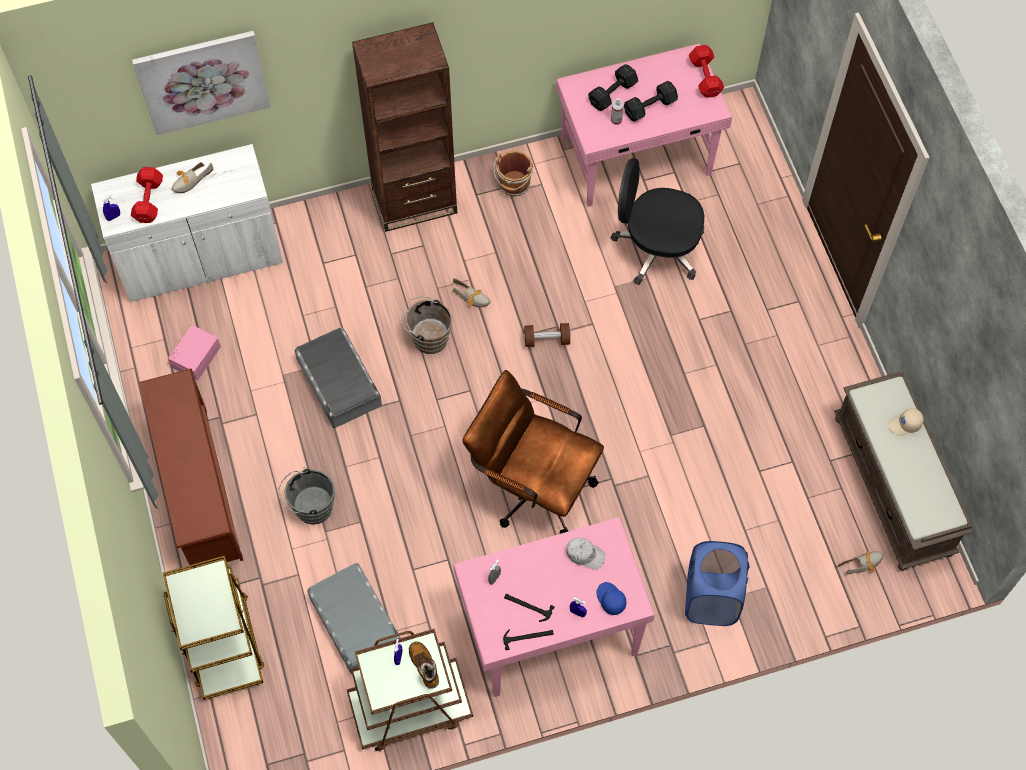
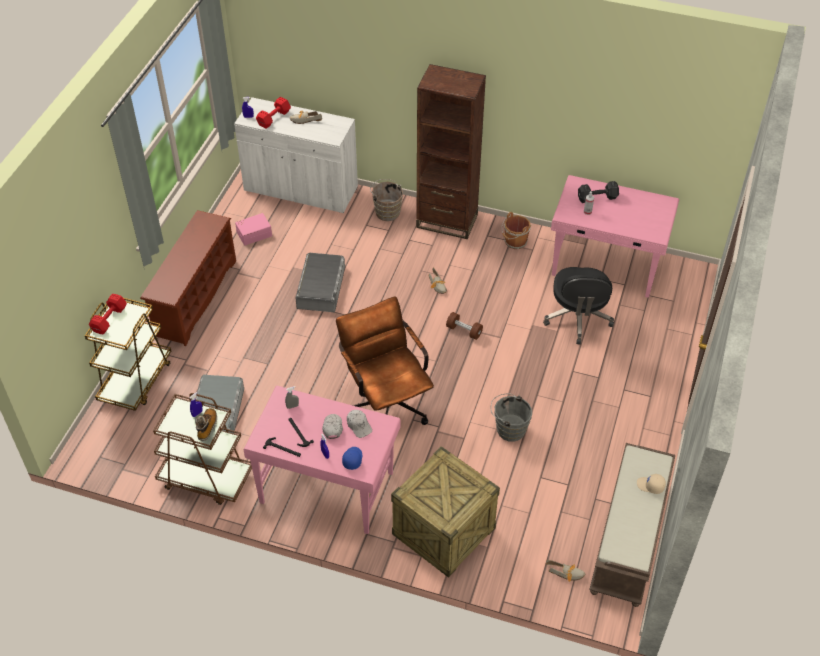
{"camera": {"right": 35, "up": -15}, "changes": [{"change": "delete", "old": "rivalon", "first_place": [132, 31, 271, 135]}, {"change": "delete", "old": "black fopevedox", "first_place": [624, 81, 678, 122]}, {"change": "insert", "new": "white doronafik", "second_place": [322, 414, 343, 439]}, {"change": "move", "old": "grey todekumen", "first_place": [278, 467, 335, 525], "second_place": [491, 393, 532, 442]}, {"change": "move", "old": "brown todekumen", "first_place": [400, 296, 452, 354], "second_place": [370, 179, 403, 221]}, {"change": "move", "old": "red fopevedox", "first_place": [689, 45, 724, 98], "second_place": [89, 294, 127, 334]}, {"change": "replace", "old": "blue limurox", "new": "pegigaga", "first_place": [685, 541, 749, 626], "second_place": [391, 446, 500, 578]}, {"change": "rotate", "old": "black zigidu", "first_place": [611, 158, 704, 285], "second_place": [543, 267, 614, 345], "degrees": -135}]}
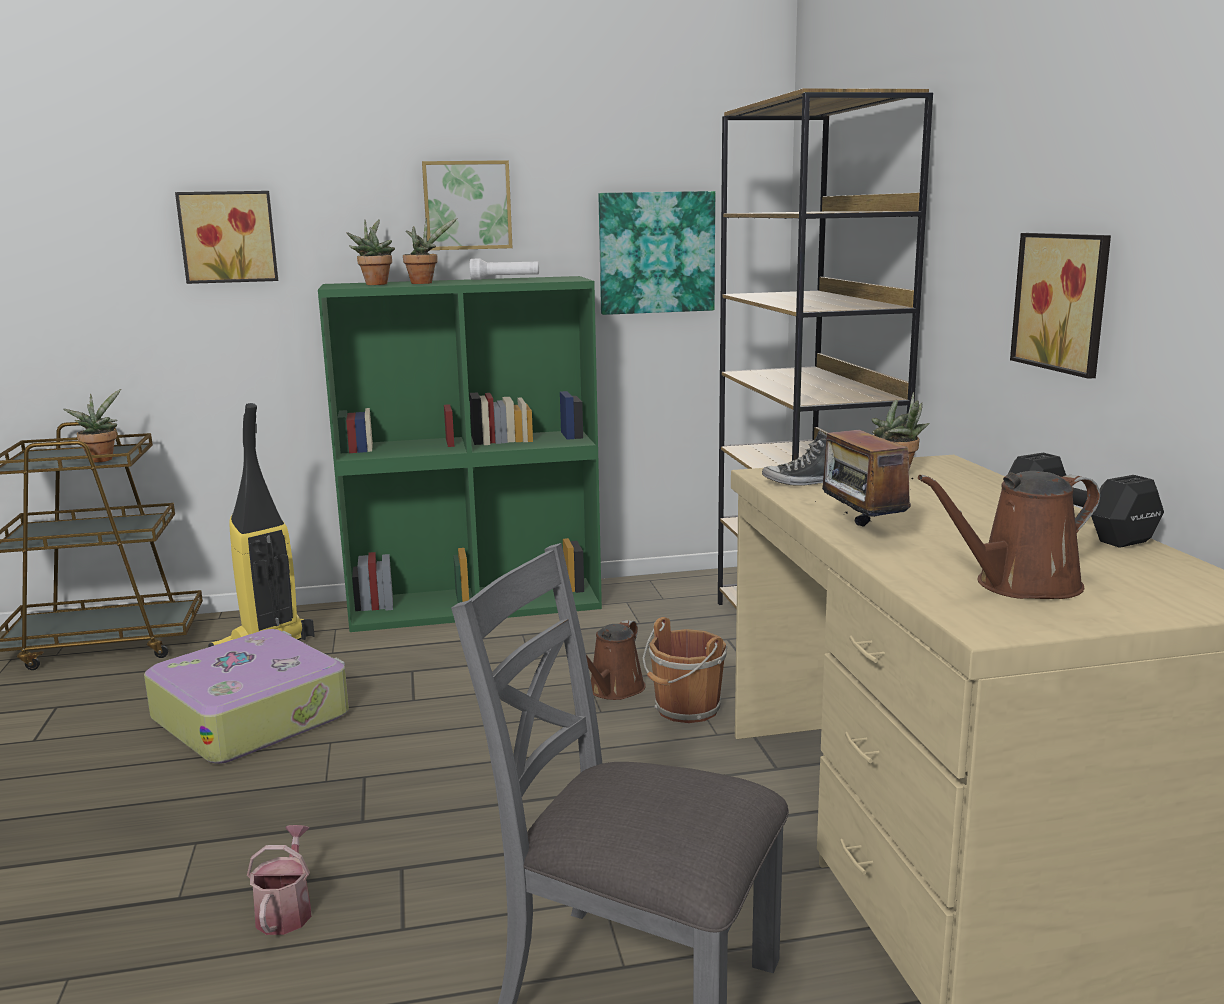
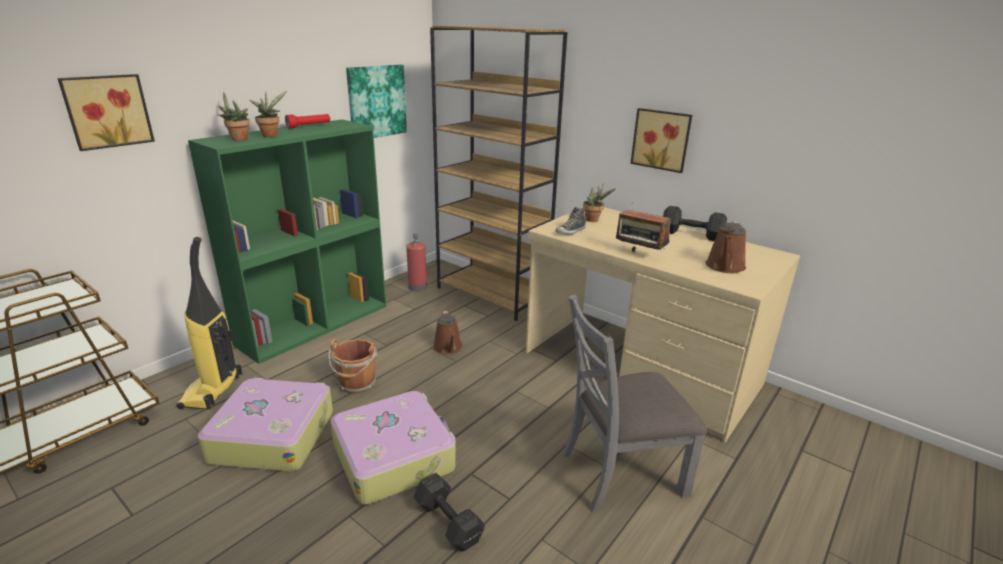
{"camera": {"right": -40, "up": 10}, "changes": [{"change": "delete", "old": "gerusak", "first_place": [63, 389, 121, 463]}, {"change": "delete", "old": "rivalon", "first_place": [422, 160, 512, 250]}, {"change": "insert", "new": "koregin", "second_place": [330, 391, 456, 505]}, {"change": "insert", "new": "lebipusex", "second_place": [406, 234, 427, 292]}, {"change": "move", "old": "brown todekumen", "first_place": [642, 617, 727, 723], "second_place": [329, 339, 377, 394]}, {"change": "replace", "old": "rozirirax", "new": "black fopevedox", "first_place": [247, 825, 311, 935], "second_place": [414, 473, 485, 551]}, {"change": "recolor", "old": "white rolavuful", "new": "red rolavuful", "first_place": [470, 259, 539, 280], "second_place": [285, 114, 330, 129]}]}
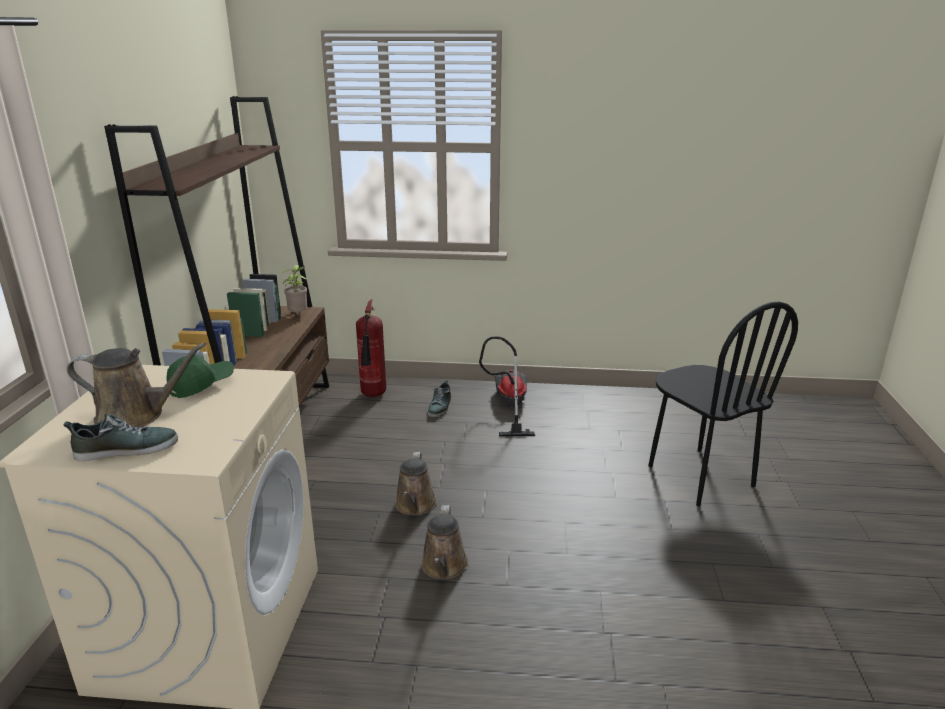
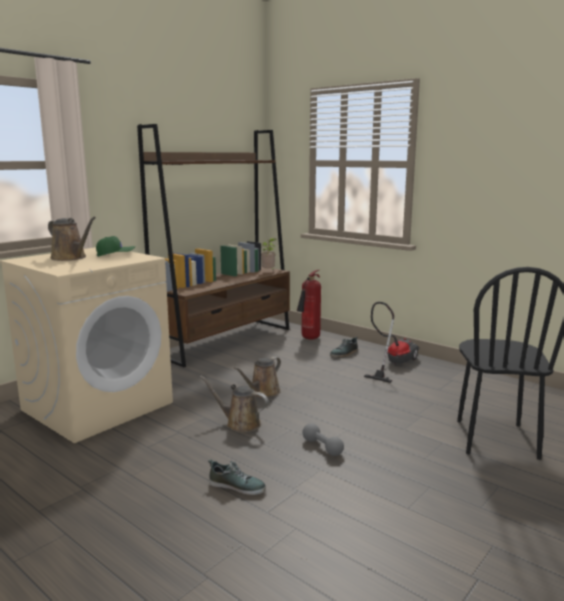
{"camera": {"right": 35, "up": -10}, "changes": [{"change": "insert", "new": "grey fopevedox", "second_place": [302, 423, 344, 456]}, {"change": "move", "old": "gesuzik", "first_place": [63, 413, 178, 461], "second_place": [208, 459, 266, 495]}, {"change": "rotate", "old": "brown rozirirax", "first_place": [421, 505, 468, 580], "second_place": [200, 376, 269, 432], "degrees": 75}]}
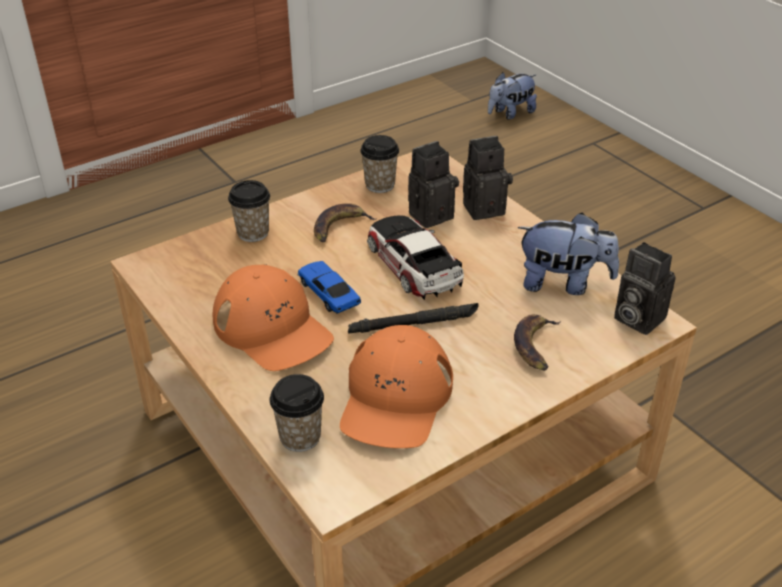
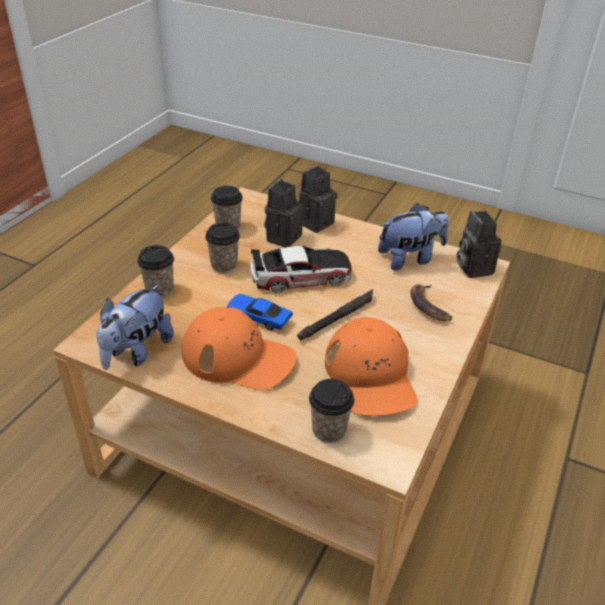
{"camera": {"right": -30, "up": 0}, "changes": [{"change": "move", "old": "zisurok", "first_place": [488, 72, 537, 120], "second_place": [96, 284, 174, 370]}, {"change": "replace", "old": "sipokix", "new": "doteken", "first_place": [314, 203, 377, 242], "second_place": [205, 222, 240, 273]}, {"change": "rotate", "old": "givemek", "first_place": [367, 215, 464, 300], "second_place": [250, 245, 352, 293], "degrees": 135}, {"change": "rotate", "old": "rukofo", "first_place": [614, 242, 676, 335], "second_place": [456, 210, 502, 278], "degrees": 60}]}
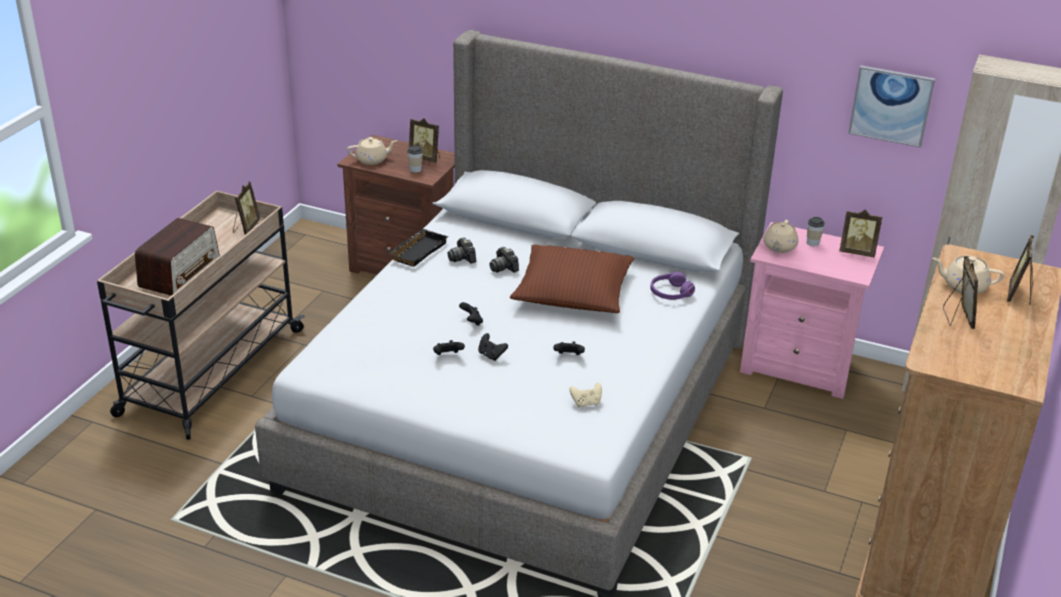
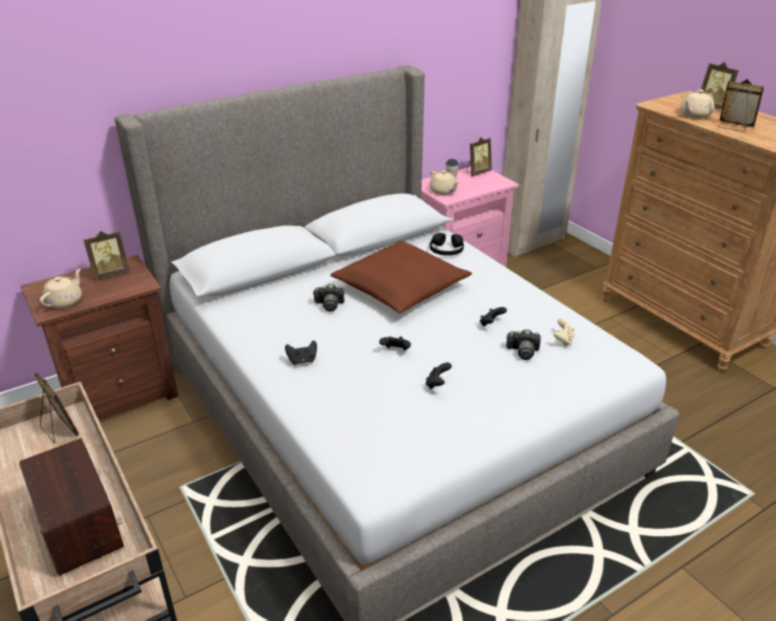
{"camera": {"right": -55, "up": 0}, "changes": [{"change": "delete", "old": "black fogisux", "first_place": [389, 229, 448, 267]}, {"change": "delete", "old": "doteken", "first_place": [407, 145, 423, 173]}, {"change": "delete", "old": "rivalon", "first_place": [848, 65, 935, 148]}, {"change": "move", "old": "rukofo", "first_place": [447, 237, 476, 264], "second_place": [506, 329, 541, 360]}, {"change": "move", "old": "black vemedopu", "first_place": [478, 333, 508, 361], "second_place": [285, 341, 317, 365]}, {"change": "recolor", "old": "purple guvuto", "new": "black guvuto", "first_place": [650, 272, 695, 300], "second_place": [430, 233, 464, 256]}]}
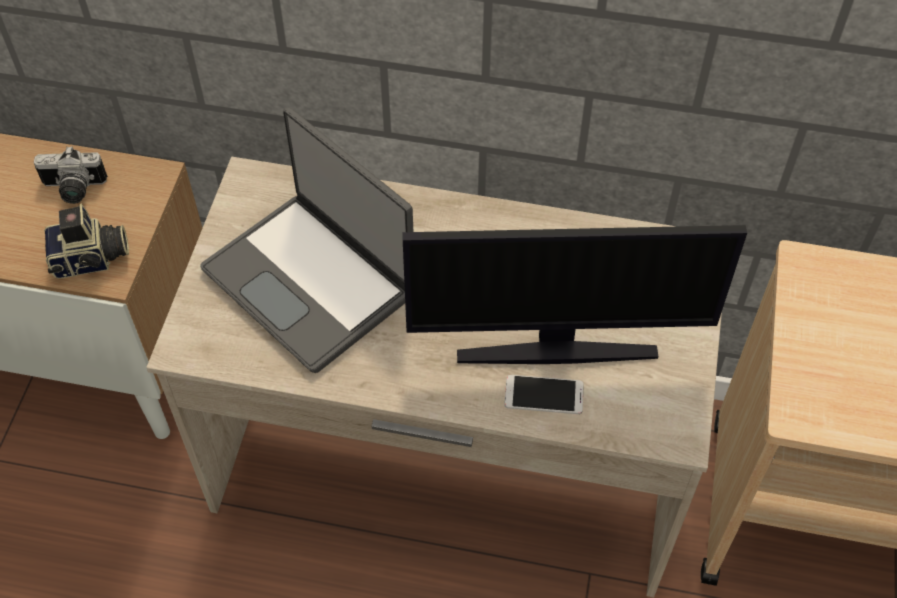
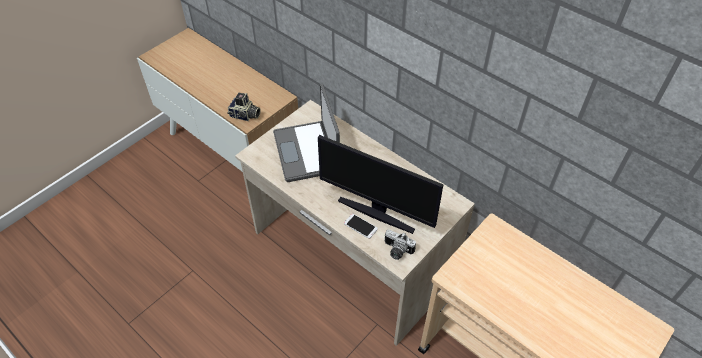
{"camera": {"right": 30, "up": -5}, "changes": [{"change": "move", "old": "rukofo", "first_place": [34, 146, 108, 204], "second_place": [385, 230, 416, 260]}]}
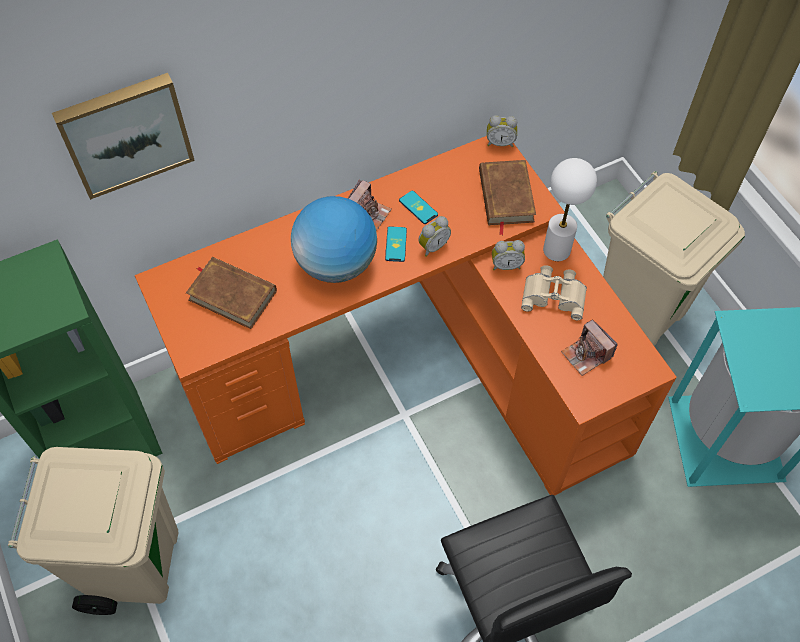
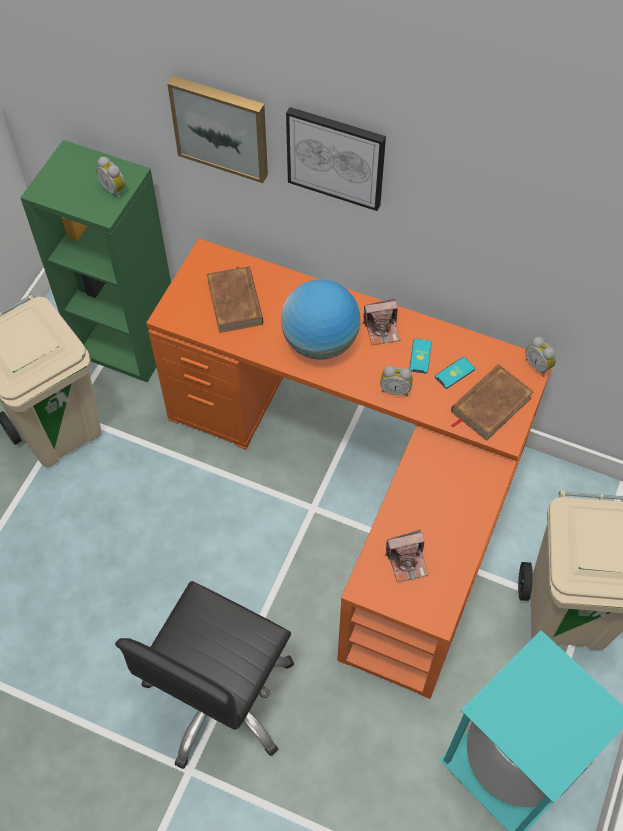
{"camera": {"right": 50, "up": 0}, "changes": [{"change": "delete", "old": "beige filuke", "first_place": [521, 265, 587, 320]}, {"change": "delete", "old": "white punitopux", "first_place": [543, 158, 597, 261]}, {"change": "insert", "new": "rivalon", "second_place": [286, 107, 386, 211]}, {"change": "move", "old": "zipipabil", "first_place": [385, 226, 407, 262], "second_place": [435, 357, 475, 389]}, {"change": "move", "old": "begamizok", "first_place": [492, 240, 525, 270], "second_place": [96, 157, 125, 199]}, {"change": "rotate", "old": "rukofo", "first_place": [561, 319, 618, 376], "second_place": [385, 530, 429, 583], "degrees": -120}]}
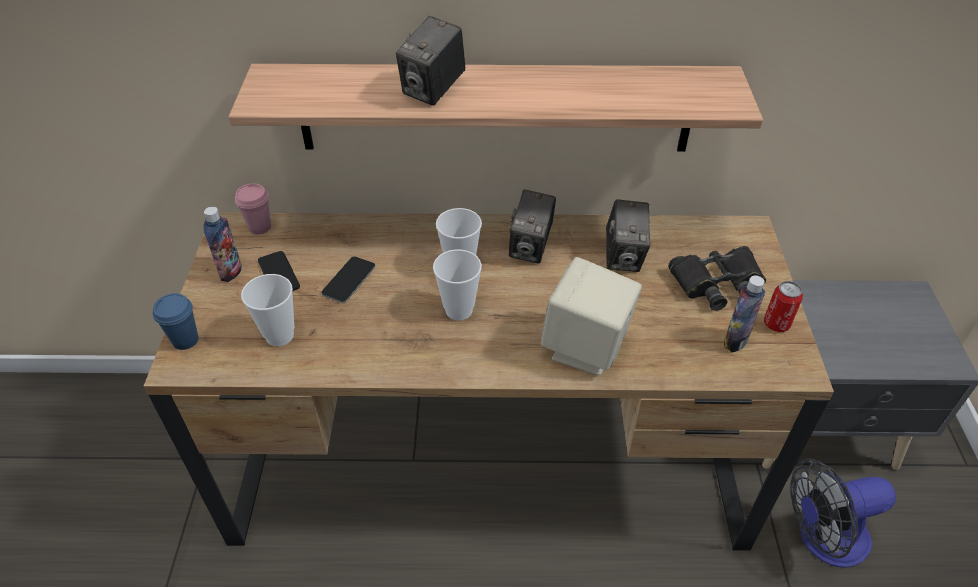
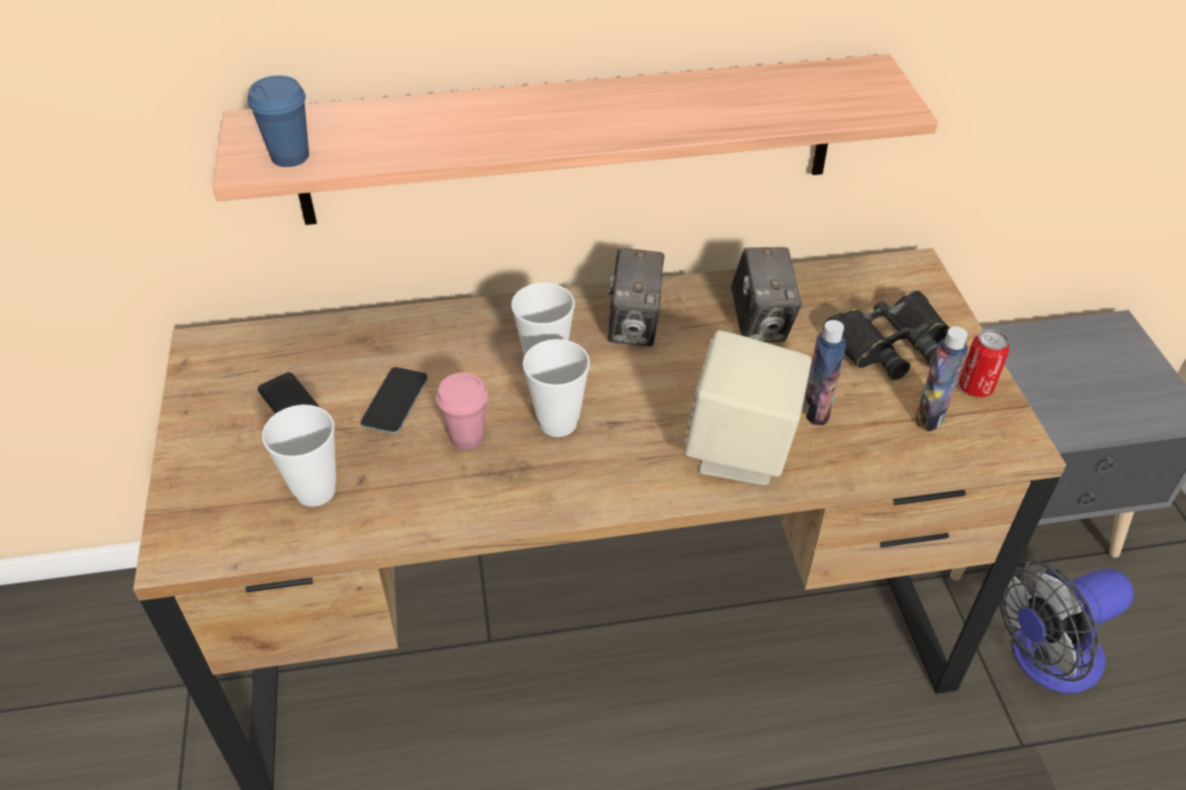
{"camera": {"right": -10, "up": 0}, "changes": [{"change": "delete", "old": "rukofo", "first_place": [396, 16, 465, 106]}, {"change": "move", "old": "blue doteken", "first_place": [153, 293, 198, 350], "second_place": [247, 75, 309, 167]}, {"change": "move", "old": "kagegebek", "first_place": [203, 207, 242, 282], "second_place": [803, 320, 846, 425]}, {"change": "move", "old": "pink doteken", "first_place": [235, 183, 271, 235], "second_place": [436, 373, 488, 449]}]}
